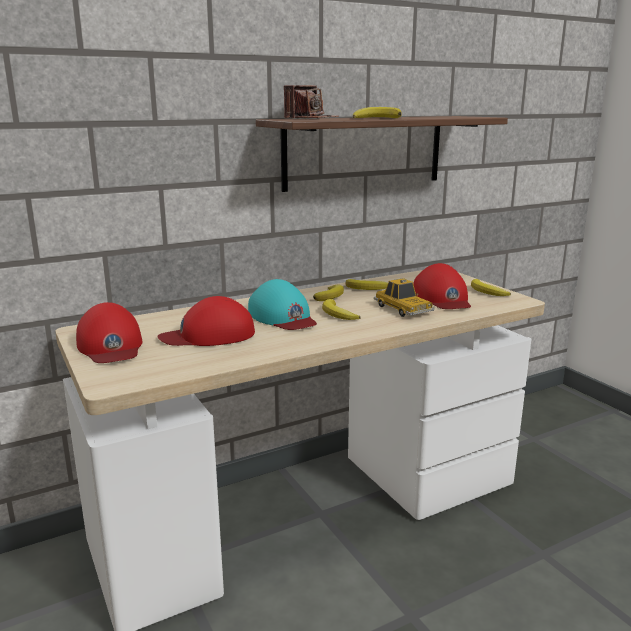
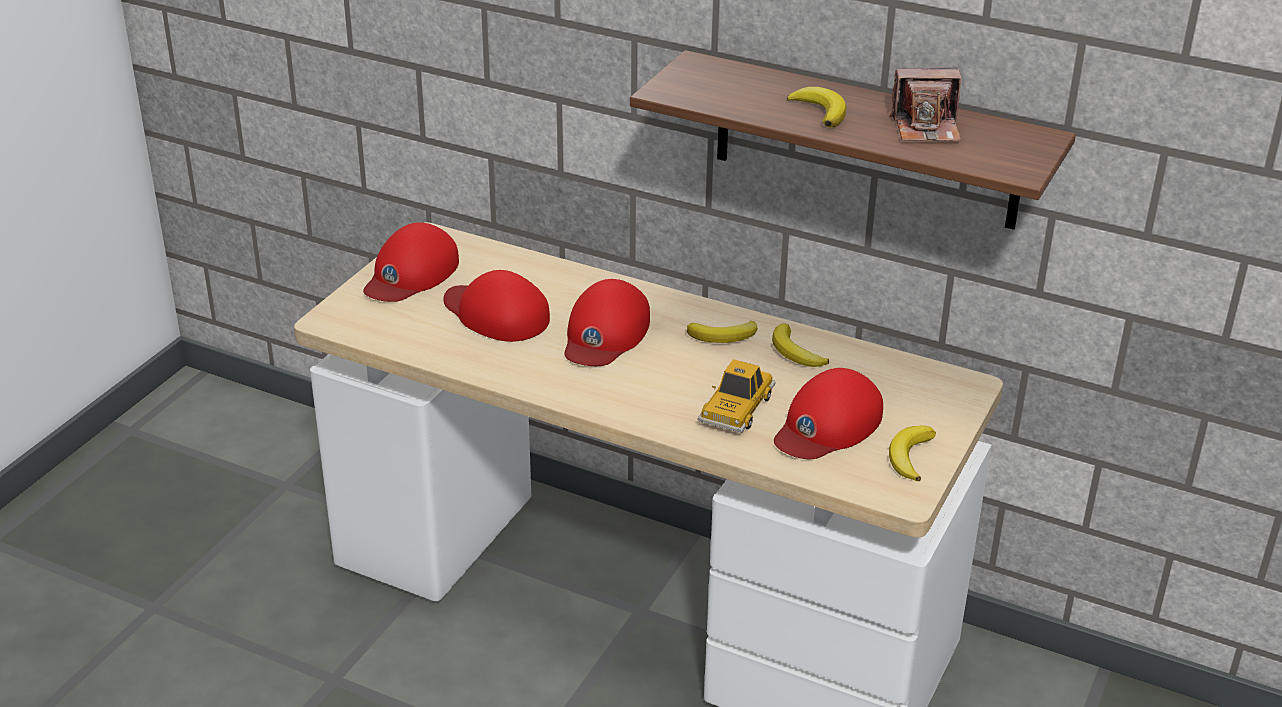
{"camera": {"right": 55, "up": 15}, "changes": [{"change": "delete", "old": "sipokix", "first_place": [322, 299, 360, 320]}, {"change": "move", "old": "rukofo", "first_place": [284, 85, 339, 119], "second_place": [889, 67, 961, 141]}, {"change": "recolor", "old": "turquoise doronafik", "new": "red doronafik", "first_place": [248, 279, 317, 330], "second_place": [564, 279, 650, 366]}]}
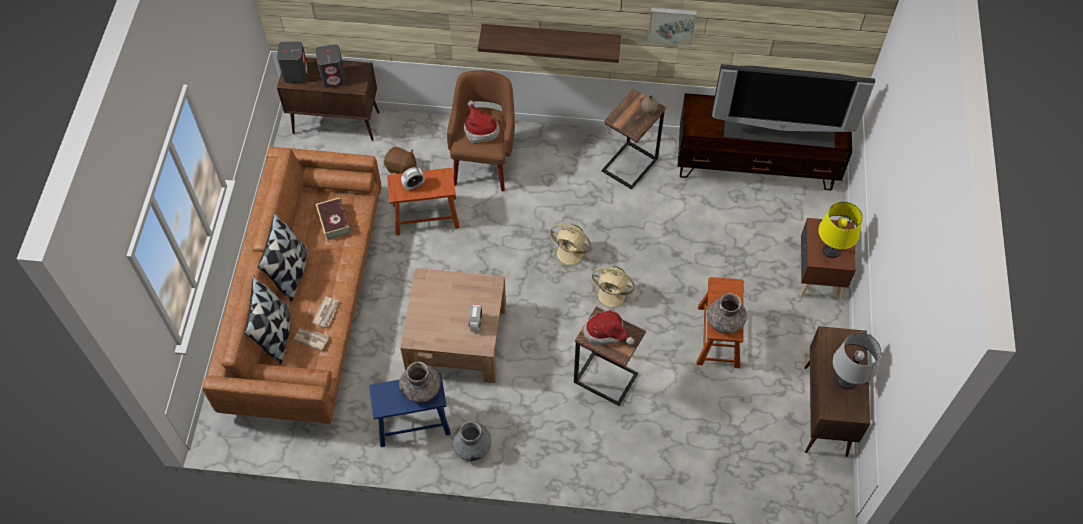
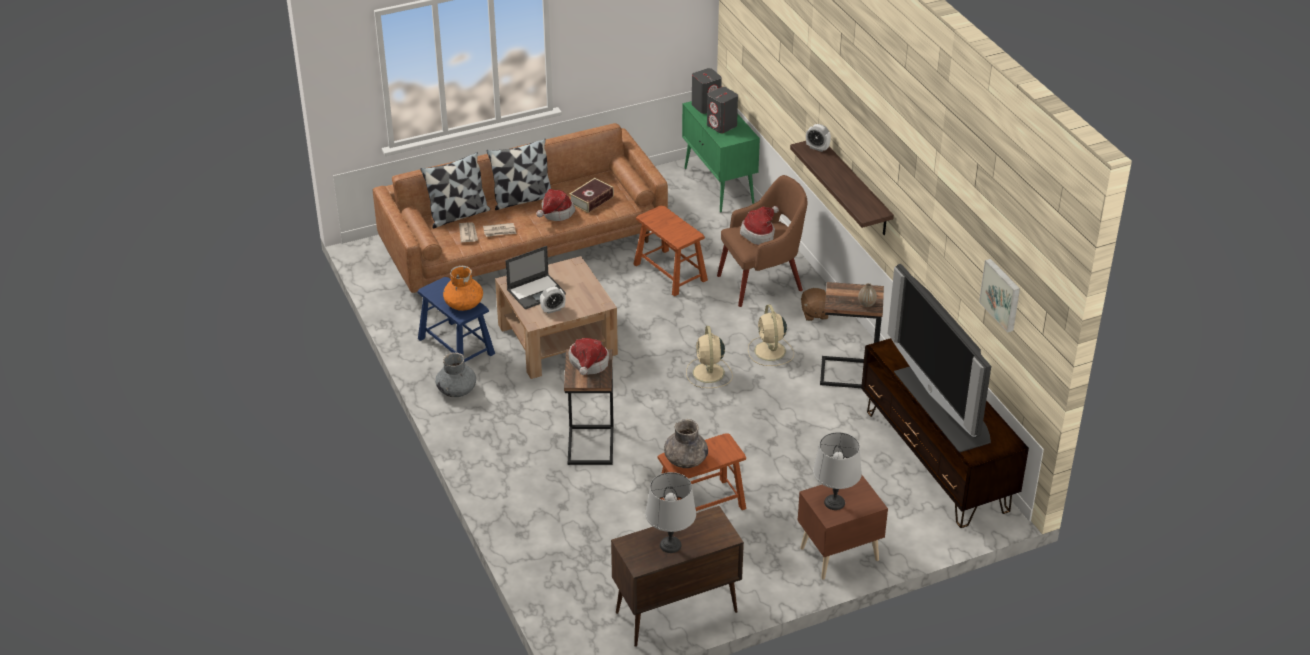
{"camera": {"right": 60, "up": -20}, "changes": [{"change": "insert", "new": "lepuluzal", "second_place": [506, 246, 566, 309]}, {"change": "insert", "new": "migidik", "second_place": [536, 189, 575, 221]}, {"change": "move", "old": "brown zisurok", "first_place": [384, 147, 417, 174], "second_place": [801, 288, 828, 321]}, {"change": "move", "old": "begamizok", "first_place": [401, 167, 424, 190], "second_place": [806, 124, 831, 152]}, {"change": "move", "old": "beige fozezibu", "first_place": [590, 266, 635, 314], "second_place": [748, 304, 794, 366]}, {"change": "move", "old": "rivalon", "first_place": [648, 7, 697, 46], "second_place": [979, 259, 1020, 332]}, {"change": "recolor", "old": "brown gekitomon", "new": "green gekitomon", "first_place": [277, 57, 380, 141], "second_place": [682, 101, 760, 212]}, {"change": "recolor", "old": "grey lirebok", "new": "orange lirebok", "first_place": [399, 362, 441, 403], "second_place": [443, 266, 483, 311]}, {"change": "recolor", "old": "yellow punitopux", "new": "grey punitopux", "first_place": [818, 201, 863, 258], "second_place": [813, 432, 862, 510]}]}
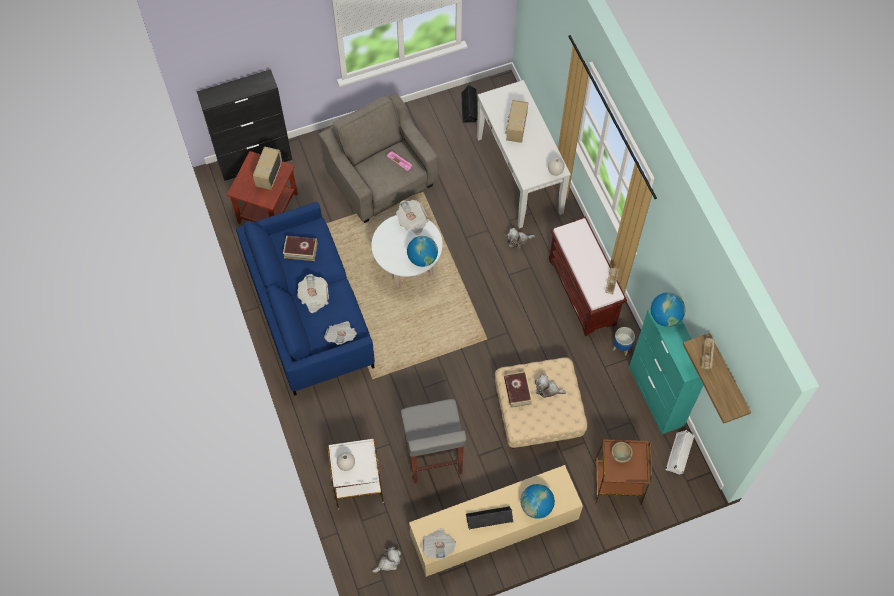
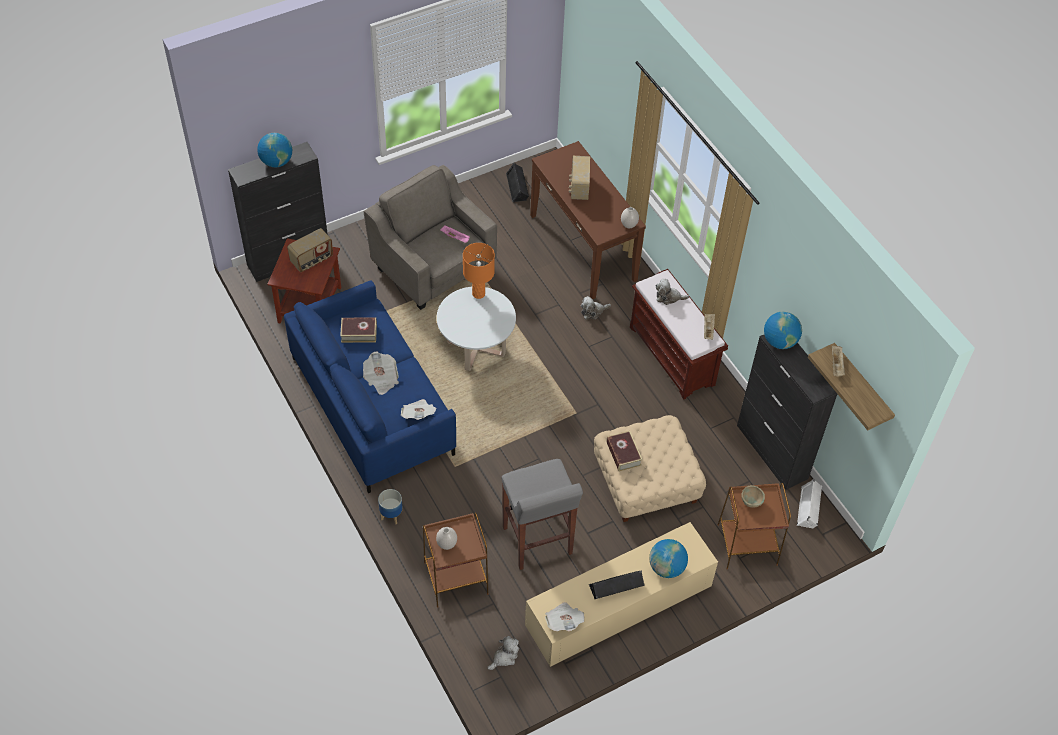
{"camera": {"right": -10, "up": -10}, "changes": [{"change": "move", "old": "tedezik", "first_place": [407, 236, 438, 267], "second_place": [257, 133, 292, 167]}, {"change": "move", "old": "zisurok", "first_place": [535, 375, 566, 398], "second_place": [656, 279, 689, 305]}, {"change": "move", "old": "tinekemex", "first_place": [613, 327, 635, 356], "second_place": [378, 489, 402, 524]}, {"change": "replace", "old": "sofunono", "new": "orange punitopux", "first_place": [396, 200, 429, 235], "second_place": [463, 243, 495, 299]}, {"change": "recolor", "old": "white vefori", "new": "brown vefori", "first_place": [327, 439, 384, 510], "second_place": [423, 512, 488, 608]}, {"change": "recolor", "old": "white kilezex", "new": "brown kilezex", "first_place": [477, 80, 571, 228], "second_place": [530, 141, 646, 299]}, {"change": "recolor", "old": "turquoise gekitomon", "new": "black gekitomon", "first_place": [629, 308, 704, 434], "second_place": [737, 335, 837, 490]}, {"change": "rotate", "old": "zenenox", "first_place": [253, 147, 282, 190], "second_place": [287, 228, 333, 272], "degrees": -135}]}
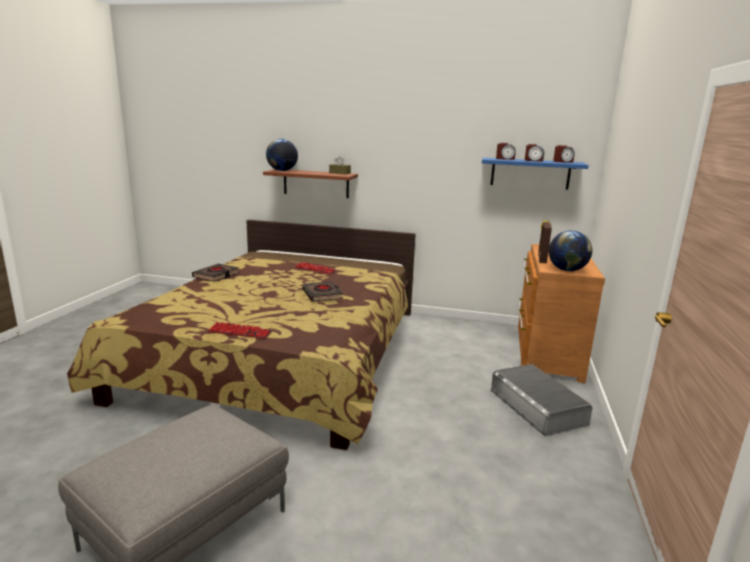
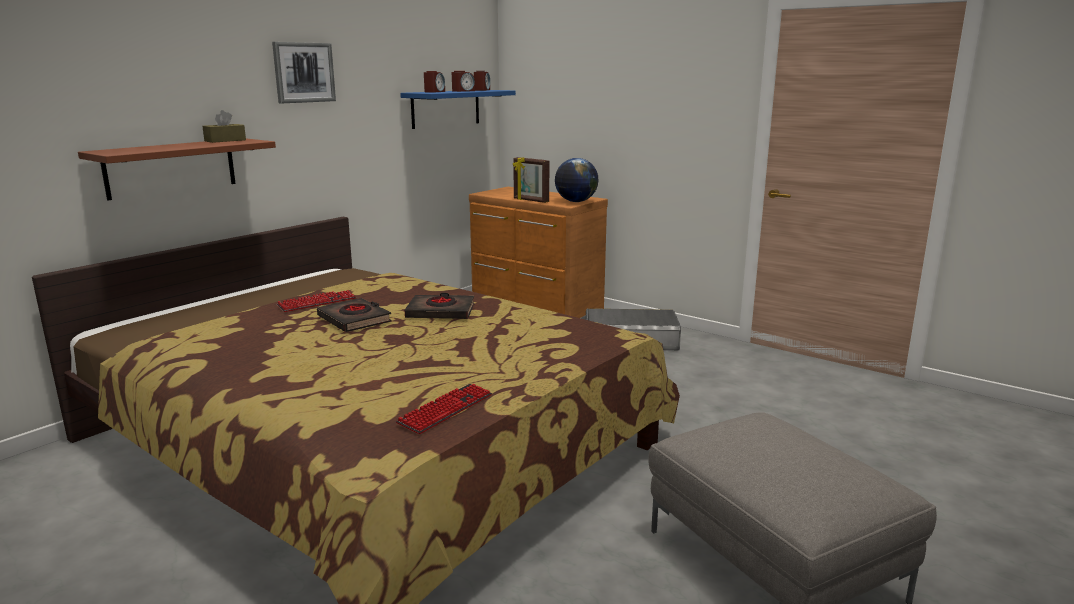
{"camera": {"right": -65, "up": 0}, "changes": [{"change": "delete", "old": "tedezik", "first_place": [266, 139, 298, 171]}, {"change": "insert", "new": "rivalon", "second_place": [272, 42, 336, 103]}, {"change": "move", "old": "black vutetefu", "first_place": [192, 264, 239, 282], "second_place": [317, 298, 392, 332]}, {"change": "move", "old": "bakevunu", "first_place": [208, 322, 272, 339], "second_place": [396, 384, 492, 434]}]}
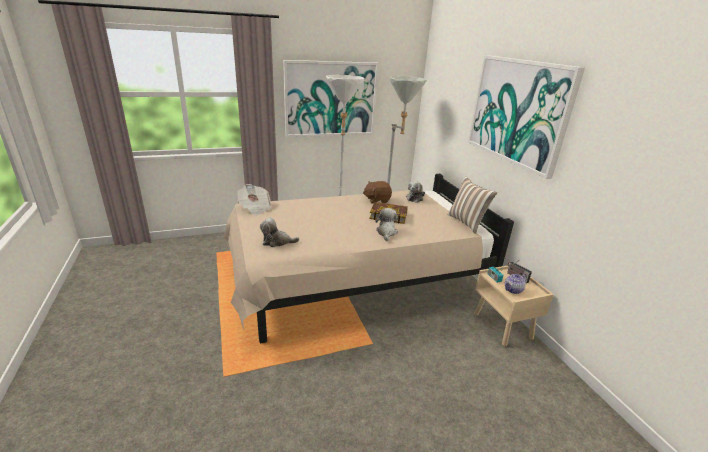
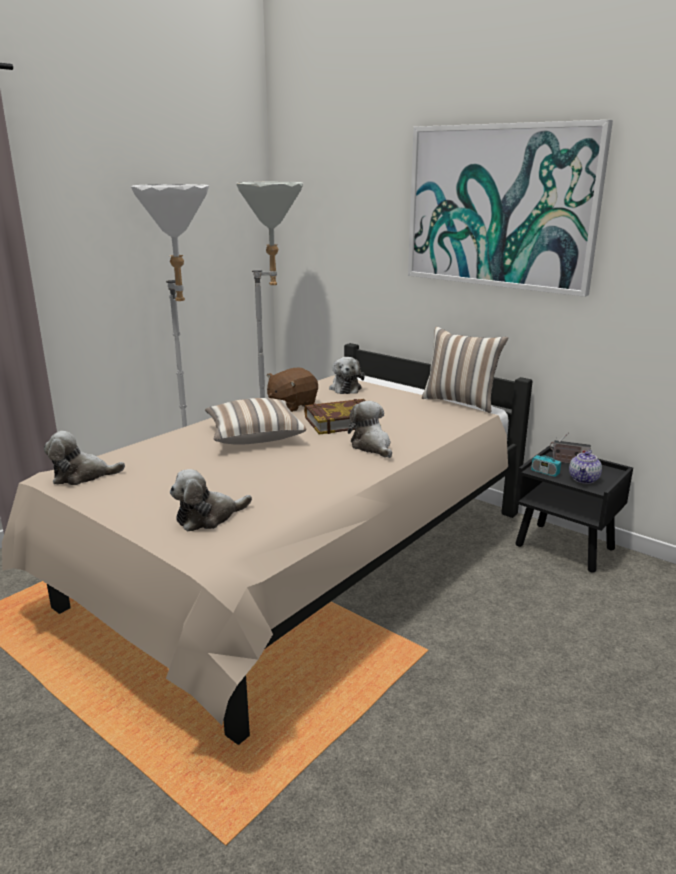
{"camera": {"right": -30, "up": -5}, "changes": [{"change": "delete", "old": "rivalon", "first_place": [283, 60, 379, 137]}, {"change": "insert", "new": "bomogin", "second_place": [205, 398, 306, 445]}, {"change": "replace", "old": "sofunono", "new": "zisurok", "first_place": [238, 184, 271, 216], "second_place": [44, 431, 125, 485]}, {"change": "recolor", "old": "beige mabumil", "new": "black mabumil", "first_place": [474, 265, 554, 346], "second_place": [515, 446, 633, 573]}]}
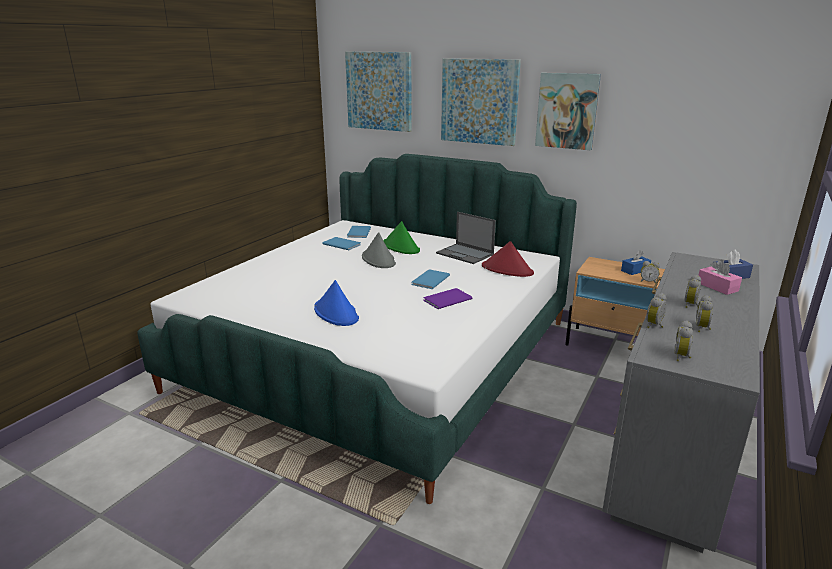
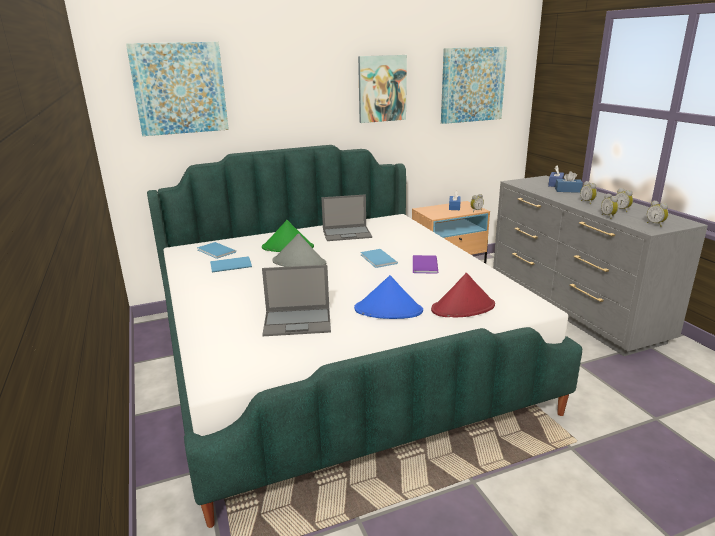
{"camera": {"right": -50, "up": 0}, "changes": [{"change": "insert", "new": "lepuluzal", "second_place": [262, 265, 331, 336]}, {"change": "move", "old": "rivalon", "first_place": [441, 59, 521, 146], "second_place": [441, 46, 507, 124]}, {"change": "move", "old": "red migidik", "first_place": [482, 241, 534, 277], "second_place": [431, 273, 495, 318]}, {"change": "recolor", "old": "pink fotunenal", "new": "blue fotunenal", "first_place": [698, 260, 742, 295], "second_place": [555, 171, 583, 193]}]}
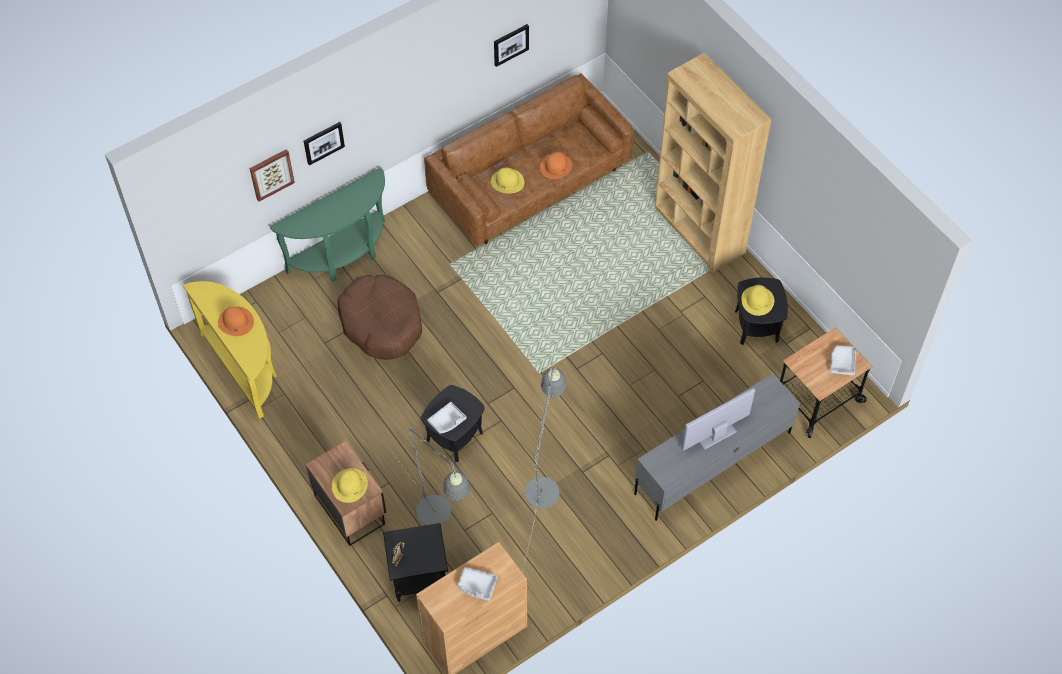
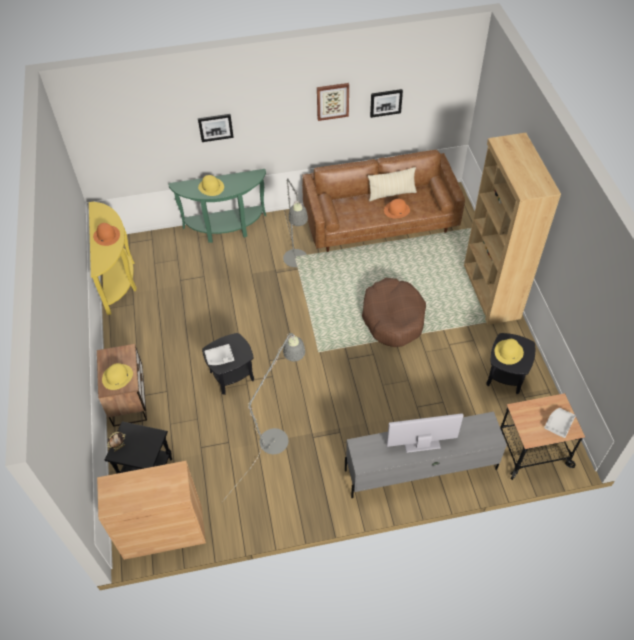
{"camera": {"right": 25, "up": -5}, "changes": [{"change": "delete", "old": "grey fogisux", "first_place": [458, 567, 498, 601]}, {"change": "insert", "new": "beige bomogin", "second_place": [368, 167, 417, 201]}, {"change": "move", "old": "rivalon", "first_place": [250, 149, 295, 202], "second_place": [317, 83, 349, 121]}, {"change": "move", "old": "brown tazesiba", "first_place": [337, 275, 422, 360], "second_place": [362, 278, 426, 347]}, {"change": "move", "old": "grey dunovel", "first_place": [383, 428, 470, 525], "second_place": [283, 178, 308, 267]}, {"change": "move", "old": "yellow migidik", "first_place": [491, 168, 524, 194], "second_place": [198, 175, 224, 196]}]}
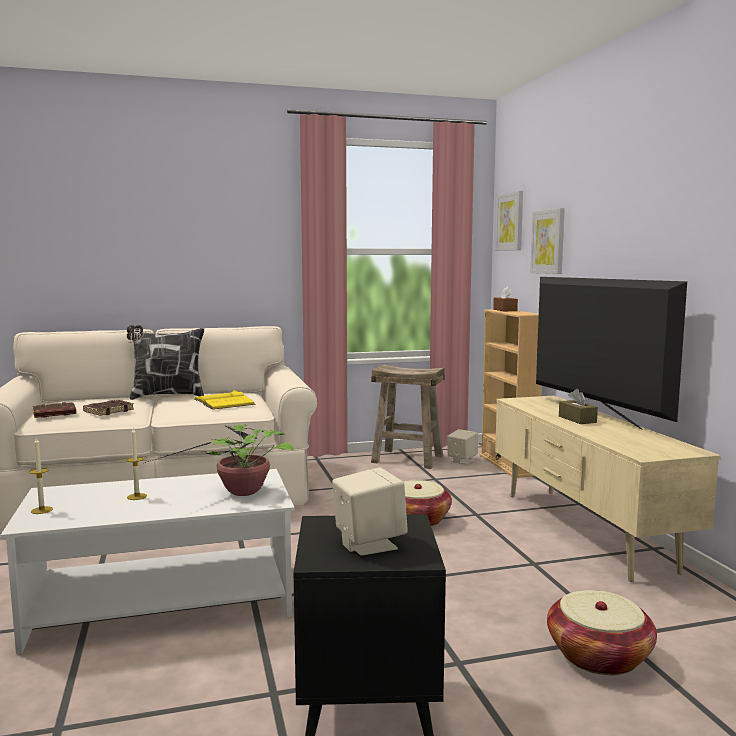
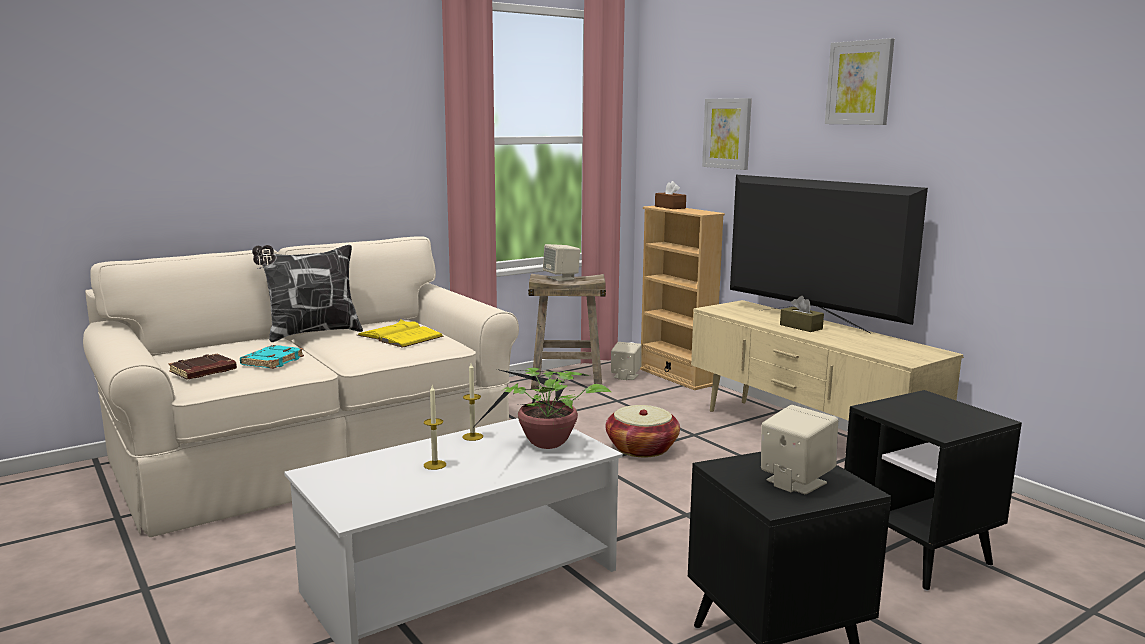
{"camera": {"right": -20, "up": 5}, "changes": [{"change": "insert", "new": "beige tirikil", "second_place": [543, 244, 580, 281]}, {"change": "move", "old": "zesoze", "first_place": [29, 437, 53, 514], "second_place": [462, 363, 483, 441]}, {"change": "move", "old": "rivalon", "first_place": [495, 191, 523, 251], "second_place": [825, 38, 894, 125]}, {"change": "replace", "old": "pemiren", "new": "black vefori", "first_place": [547, 590, 657, 675], "second_place": [844, 390, 1022, 591]}, {"change": "recolor", "old": "brown vutetefu", "new": "turquoise vutetefu", "first_place": [83, 400, 134, 416], "second_place": [240, 345, 304, 369]}]}
